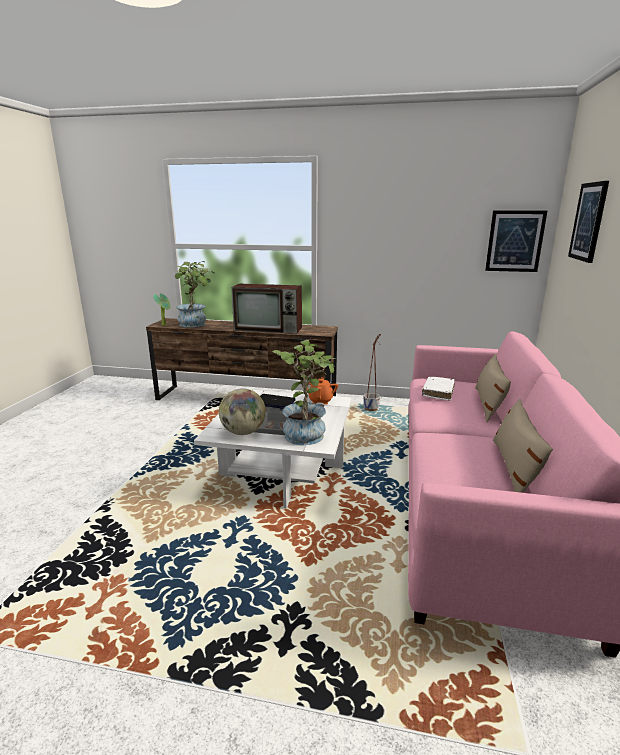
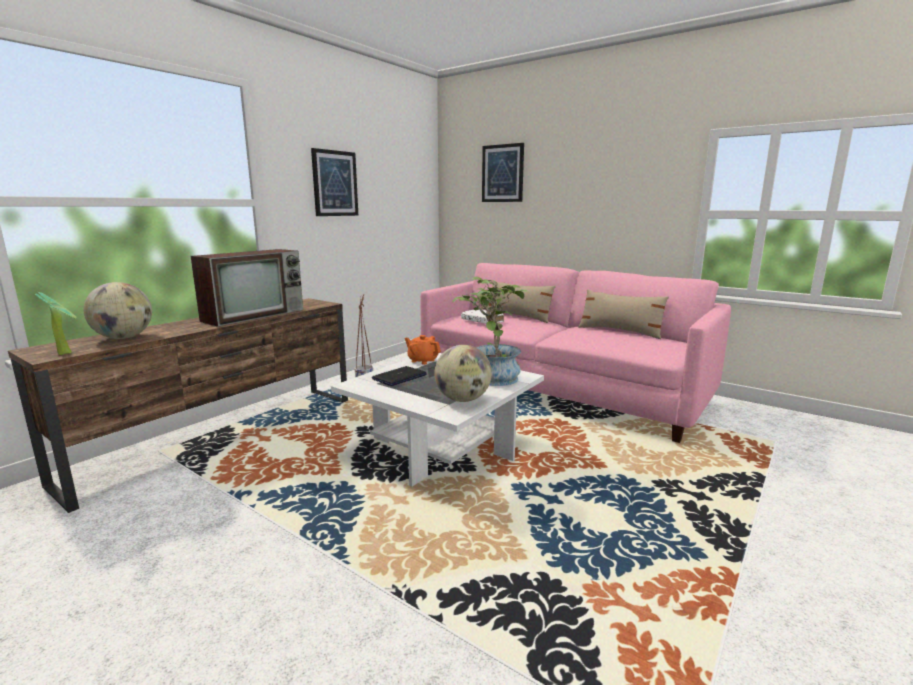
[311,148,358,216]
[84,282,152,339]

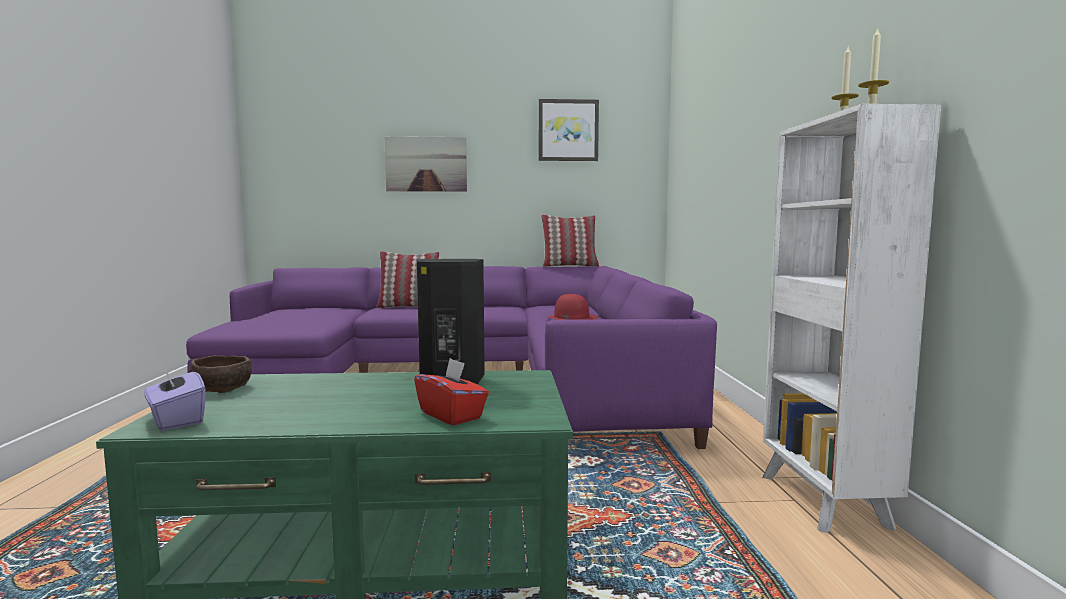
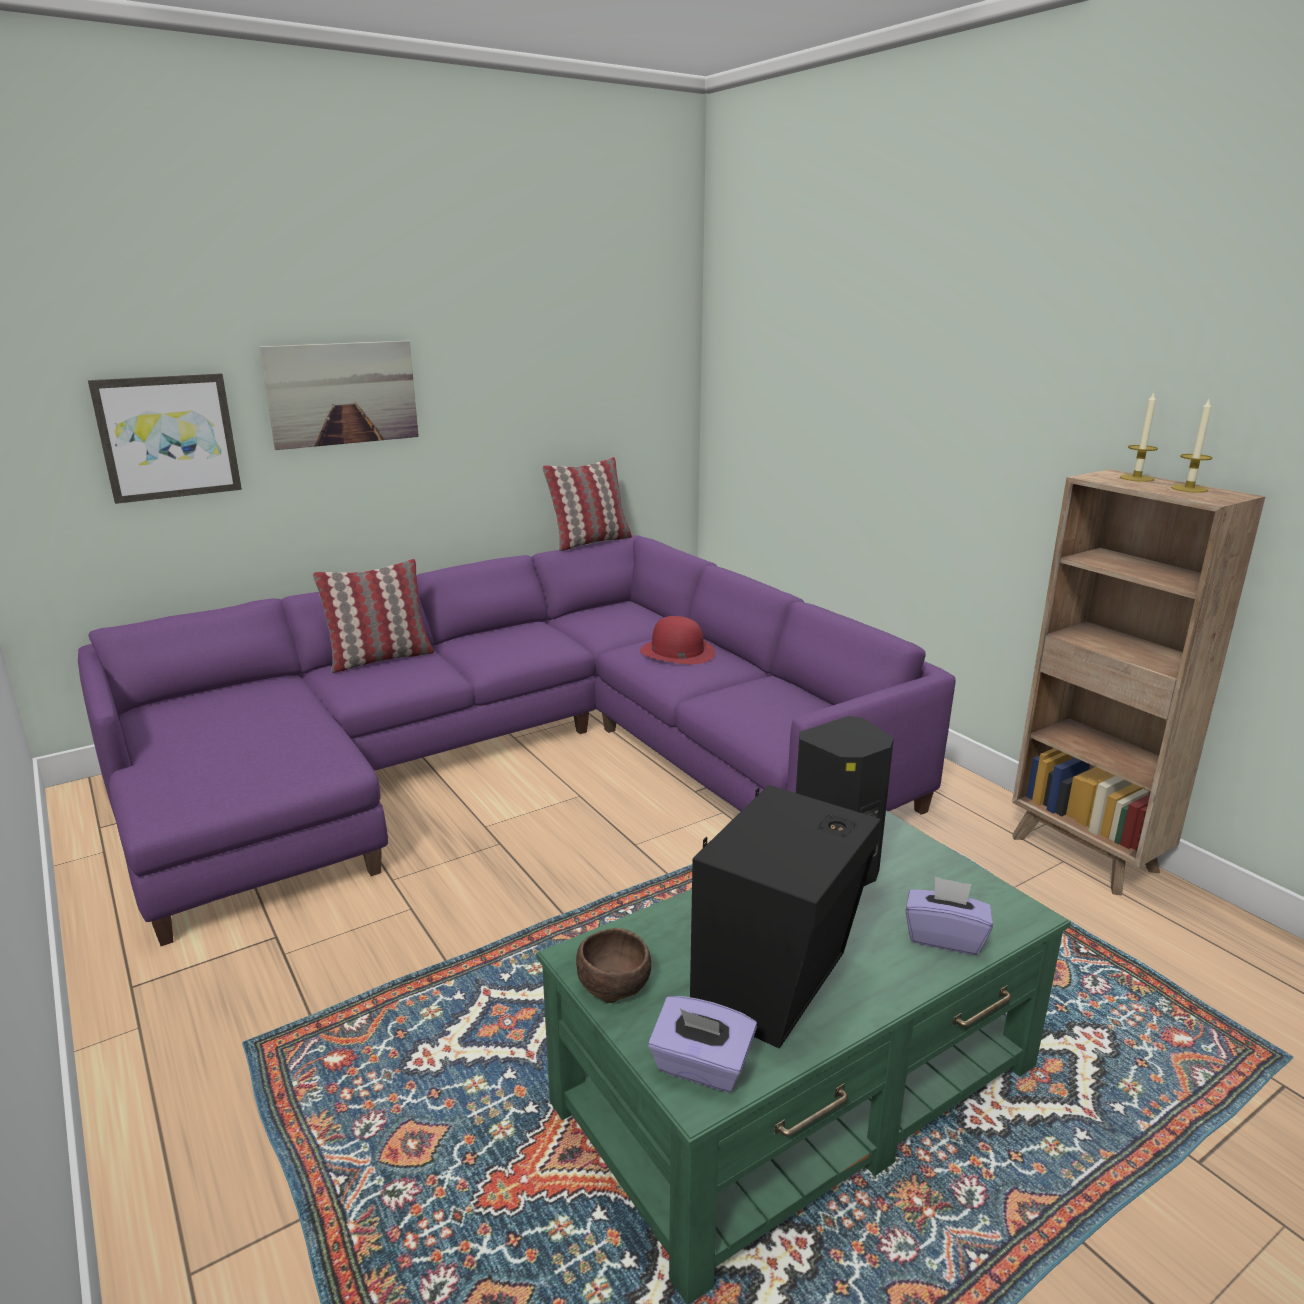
[690,785,881,1048]
[88,373,242,504]
[906,876,993,955]
[1012,469,1265,895]

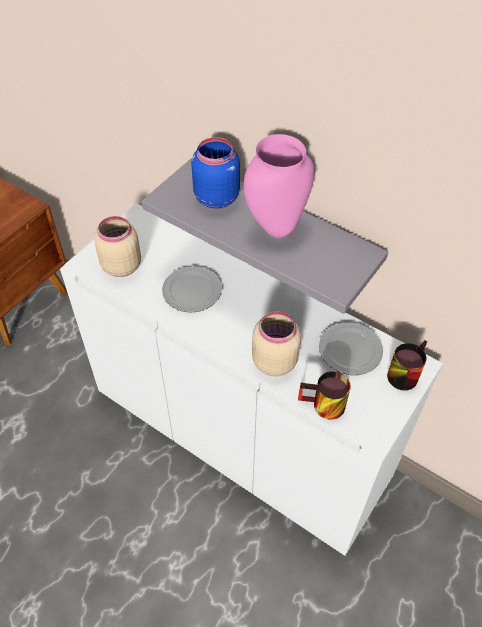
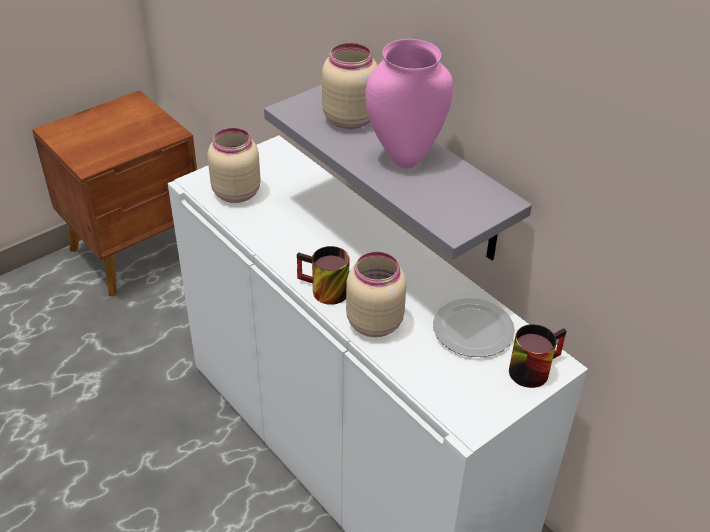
[162,266,222,312] (first image)
[297,246,349,305]
[322,43,377,129]

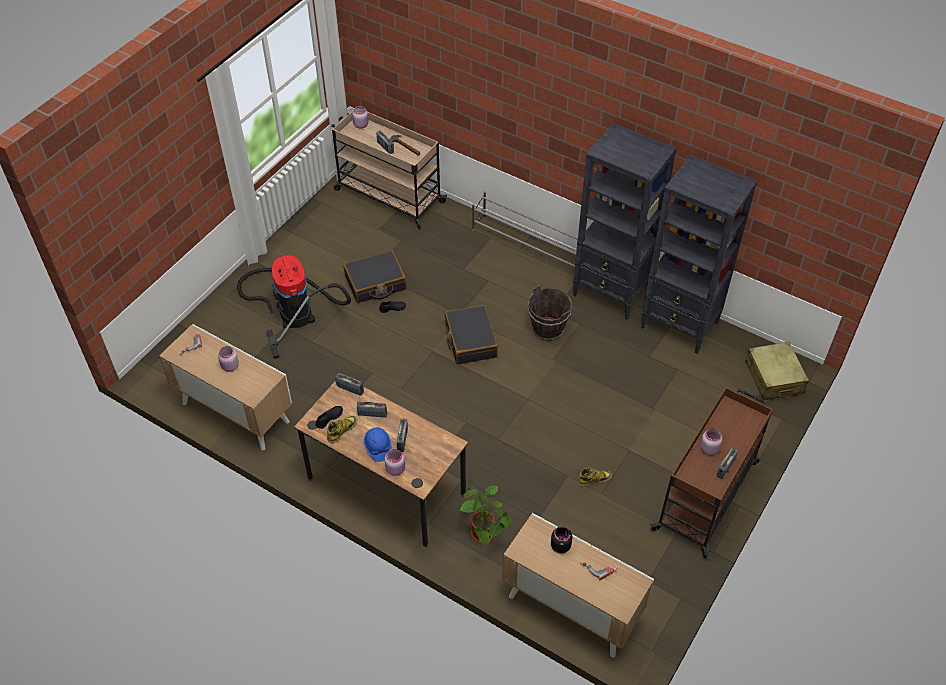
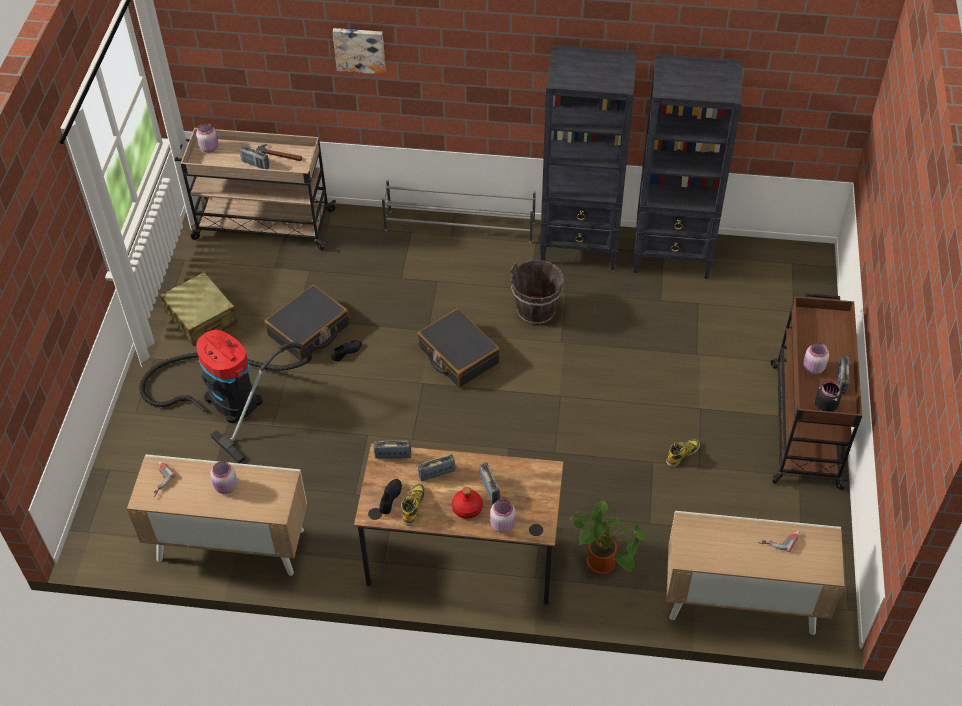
[332,28,386,75]
[815,381,842,412]
[160,272,238,346]
[452,487,483,519]

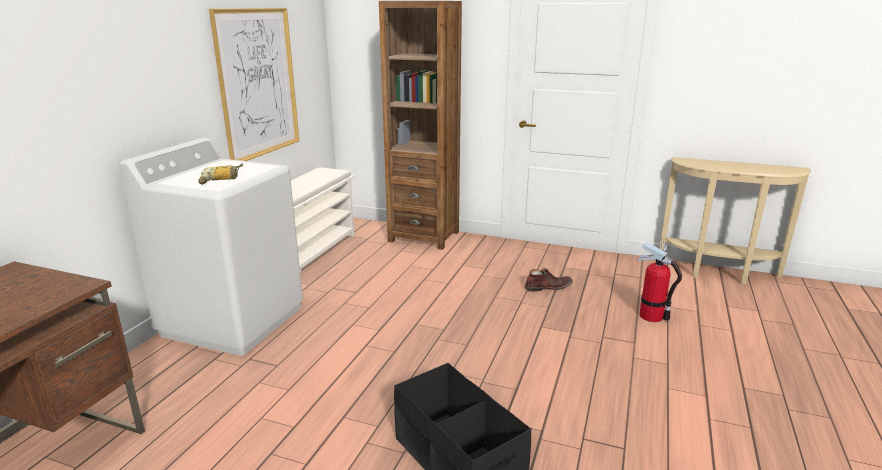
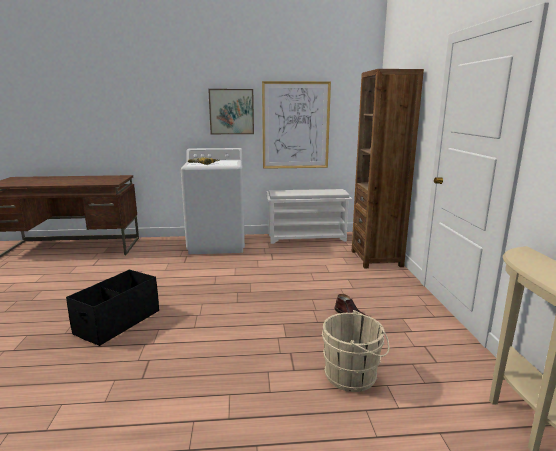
[208,89,254,134]
[321,310,389,392]

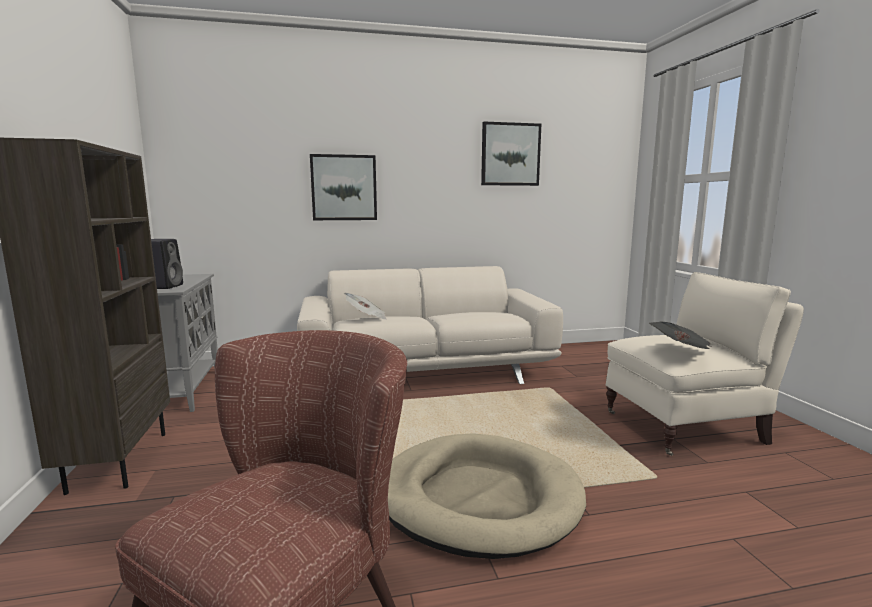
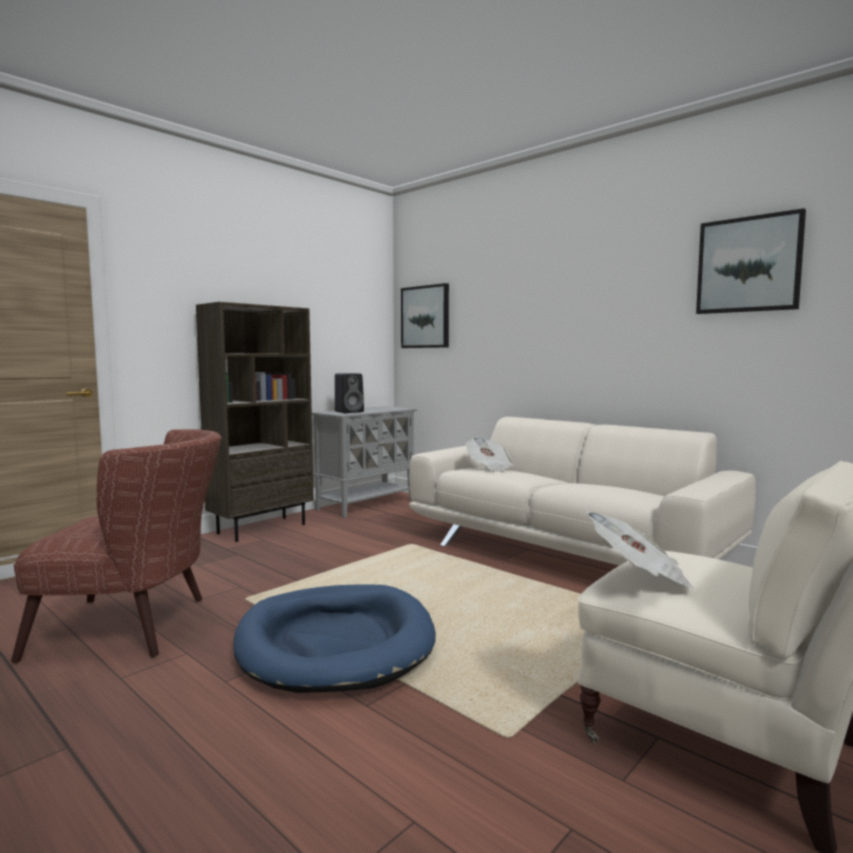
[401,283,449,348]
[233,584,436,693]

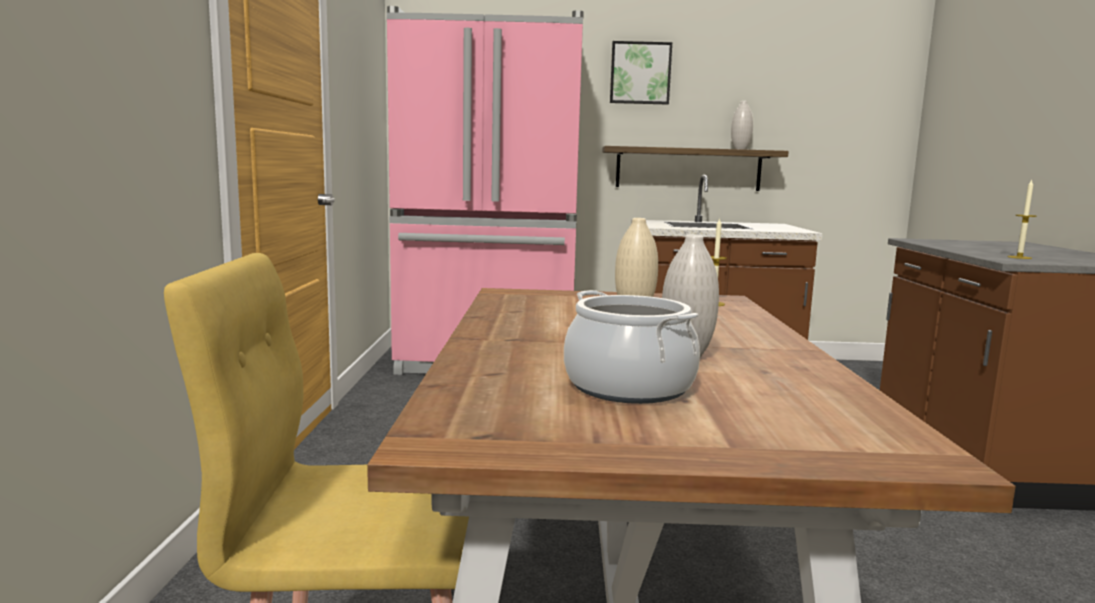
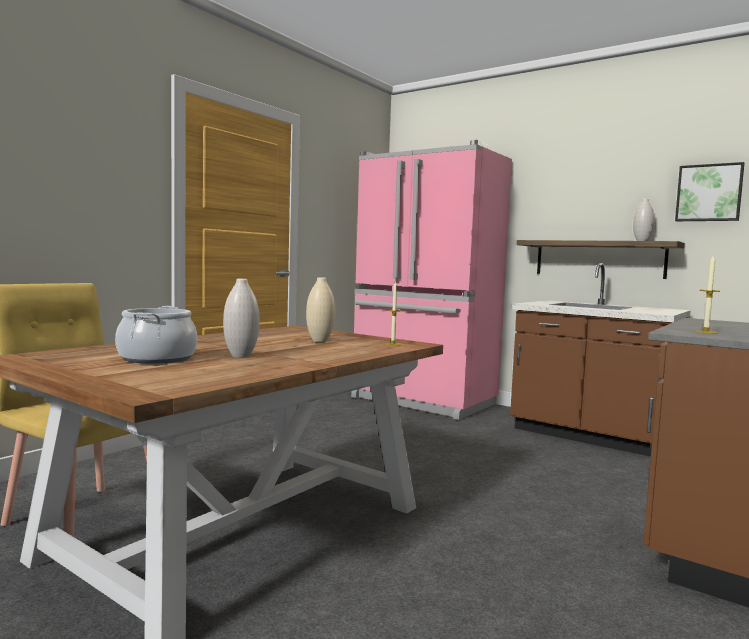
[675,162,745,221]

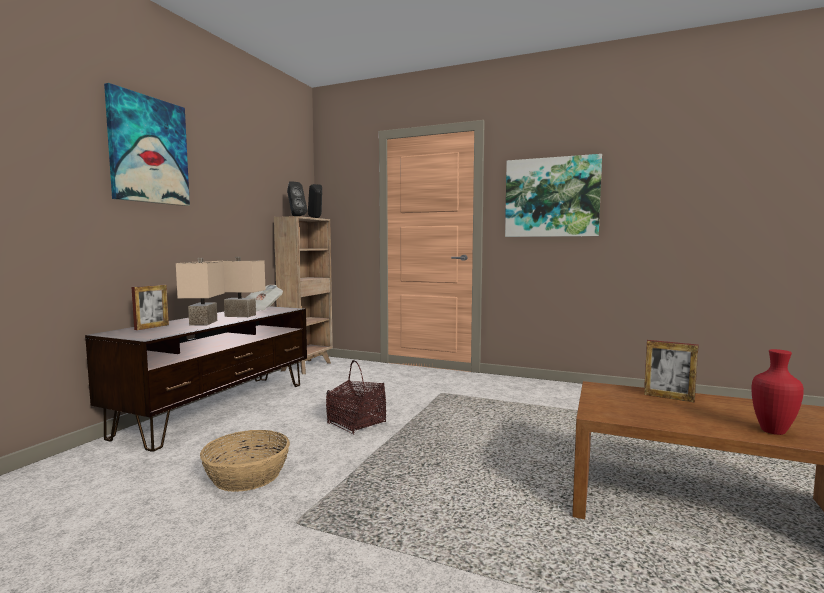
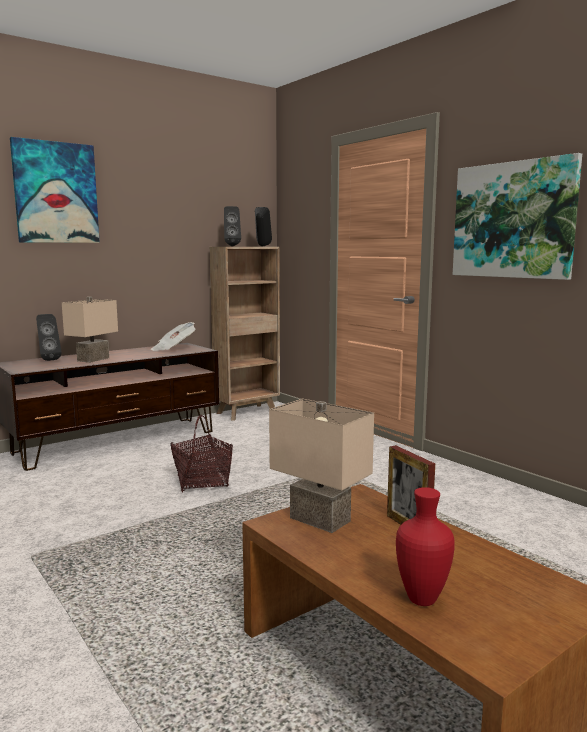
[200,430,290,492] (first image)
[269,399,374,533]
[36,314,62,361]

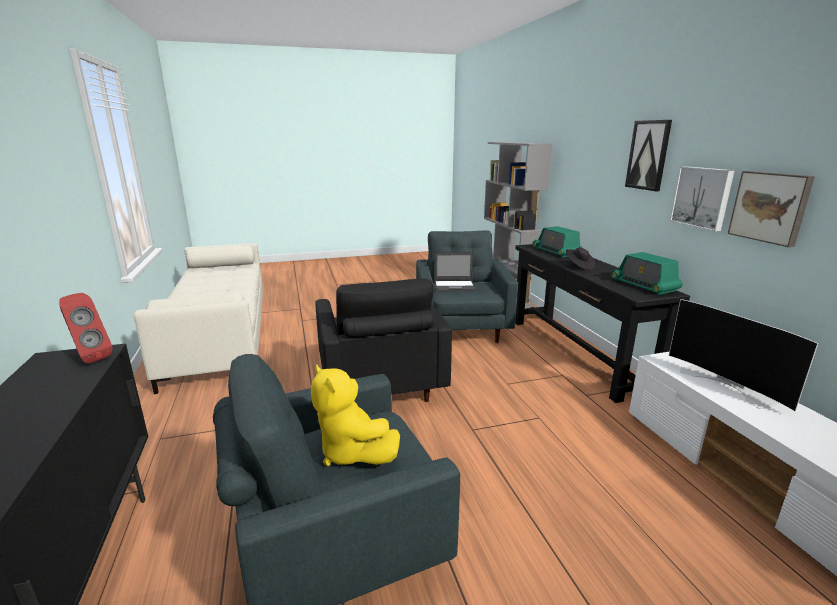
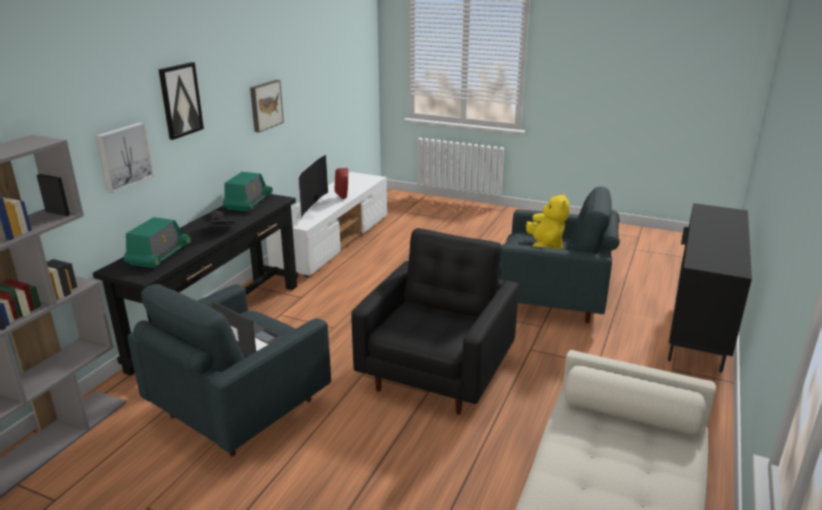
[334,168,348,199]
[95,122,154,193]

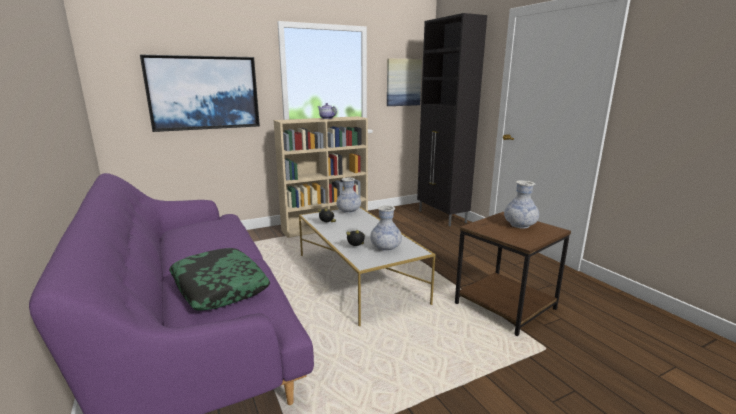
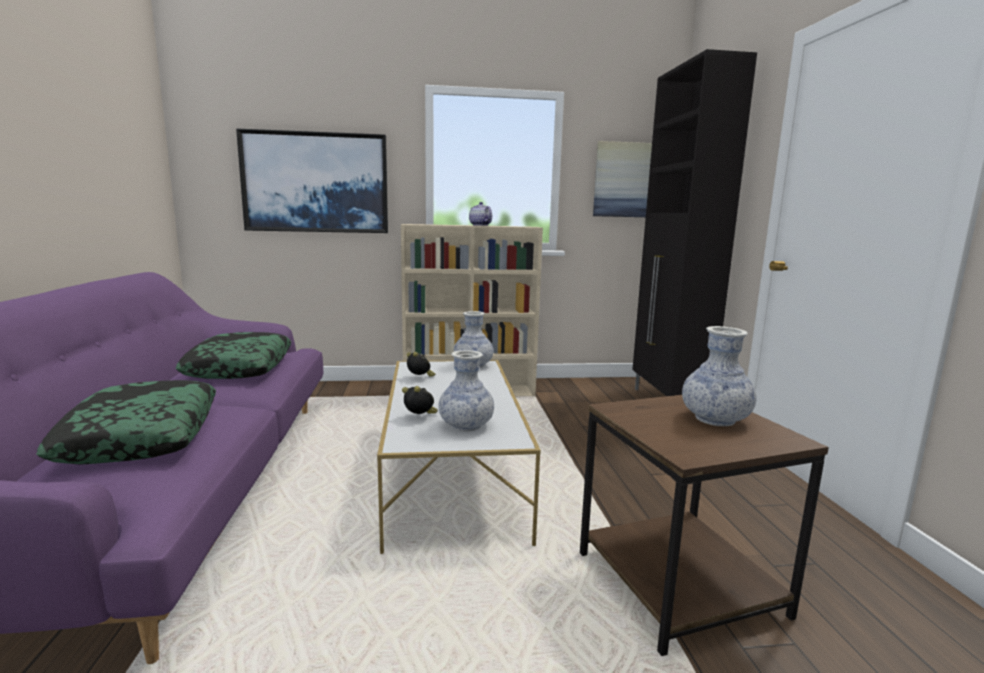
[176,332,291,379]

